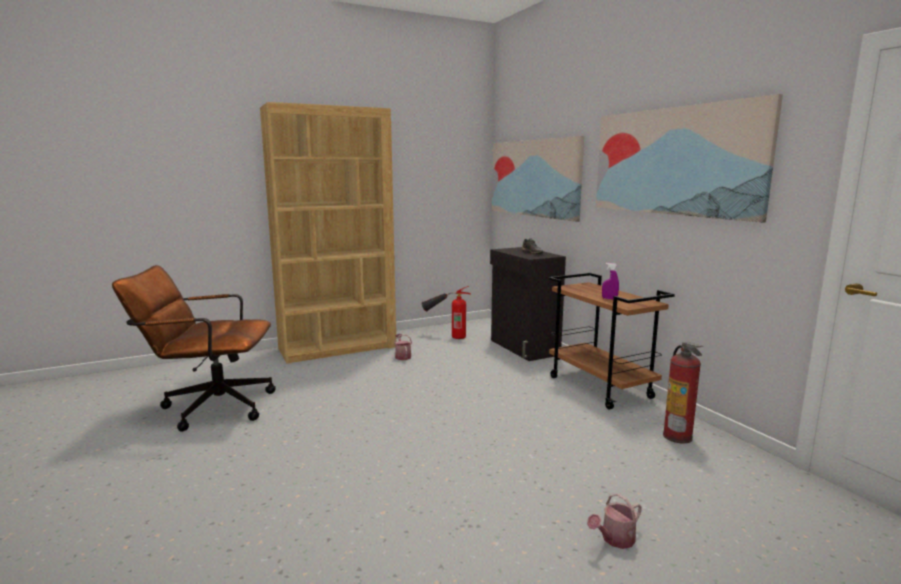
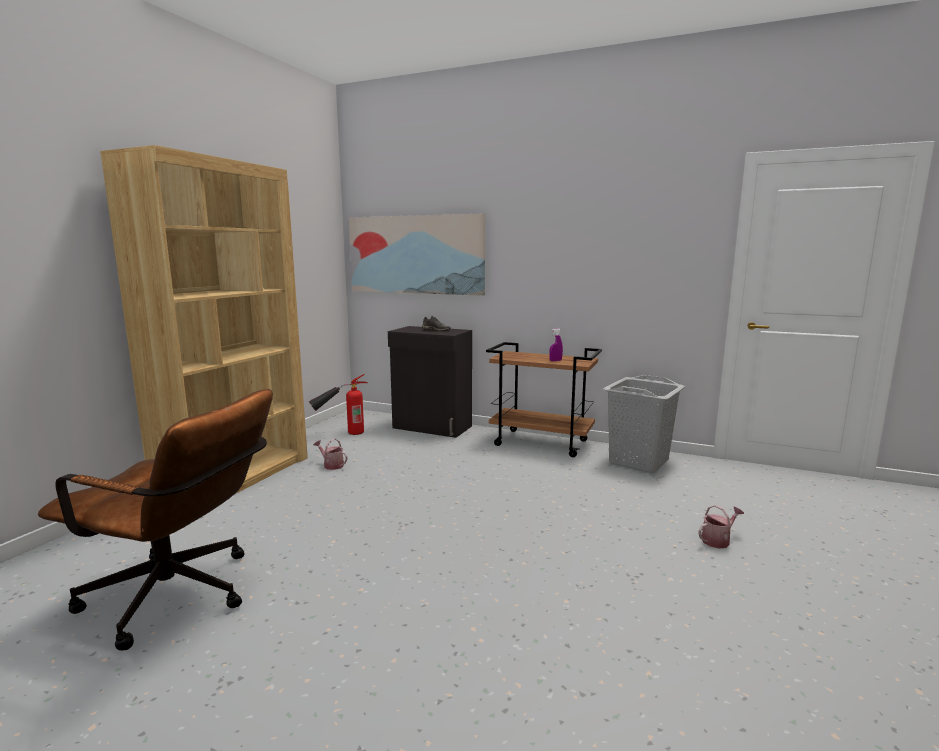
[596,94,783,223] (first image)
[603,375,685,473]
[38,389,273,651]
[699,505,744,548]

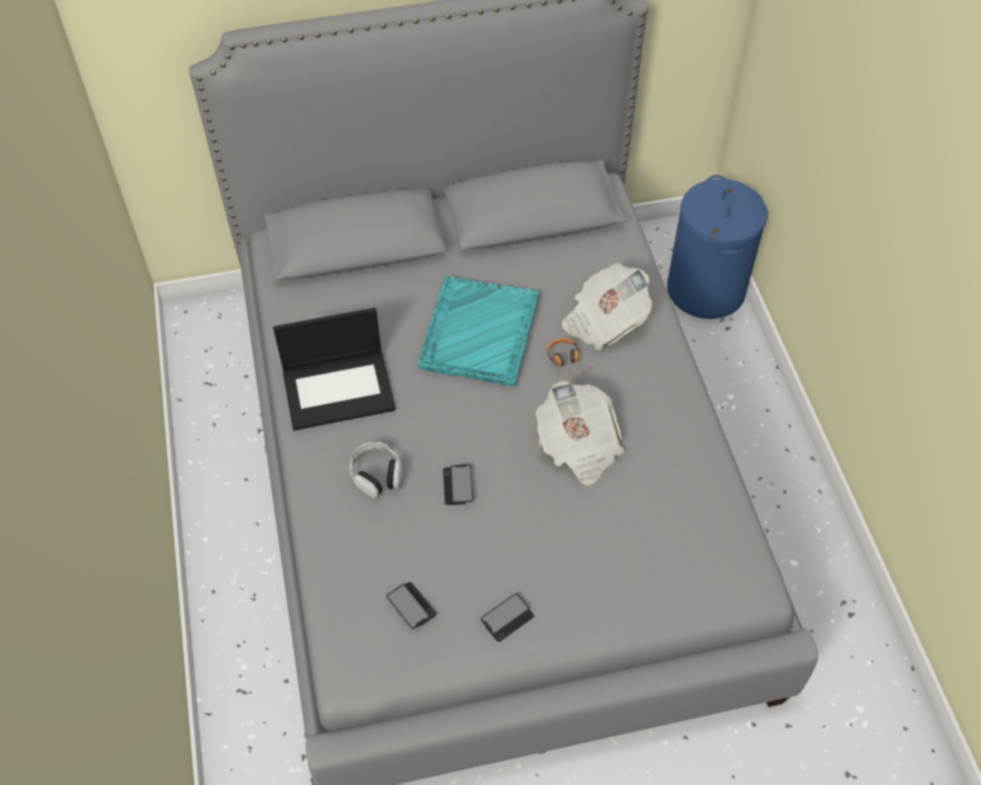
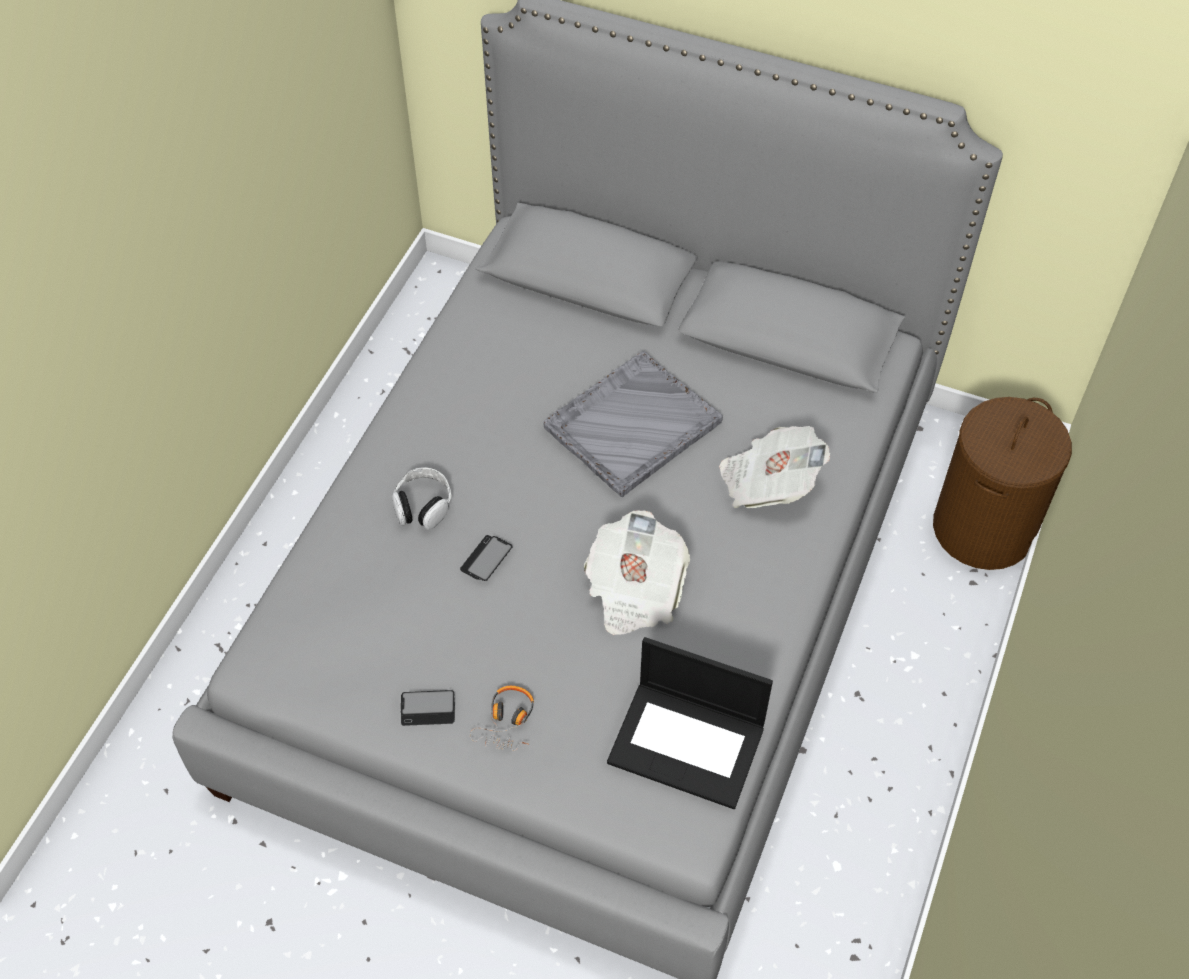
[386,582,436,629] (first image)
[607,637,773,809]
[470,686,534,751]
[544,351,723,498]
[933,397,1072,570]

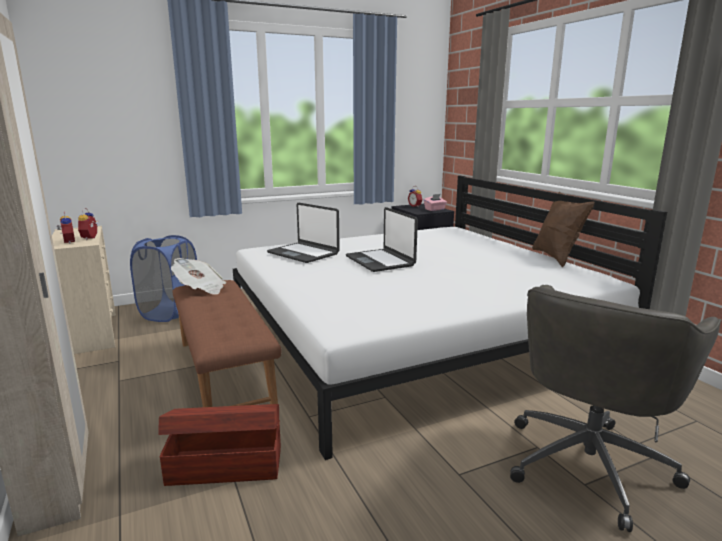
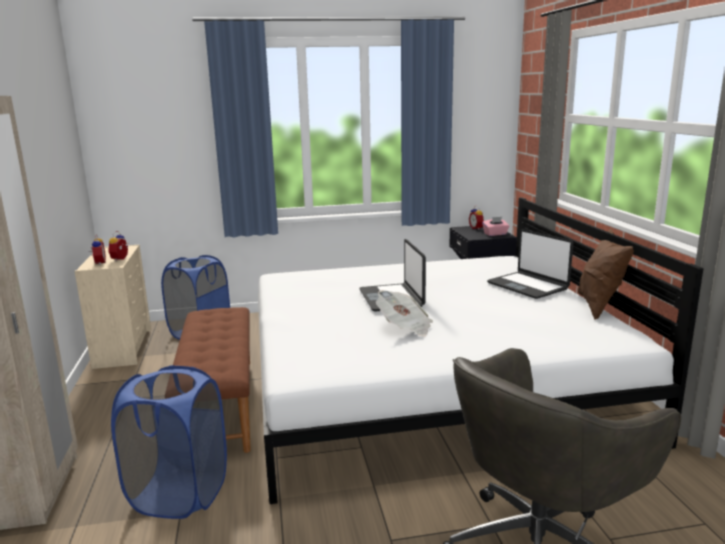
[376,290,433,336]
[487,229,573,299]
[111,365,227,519]

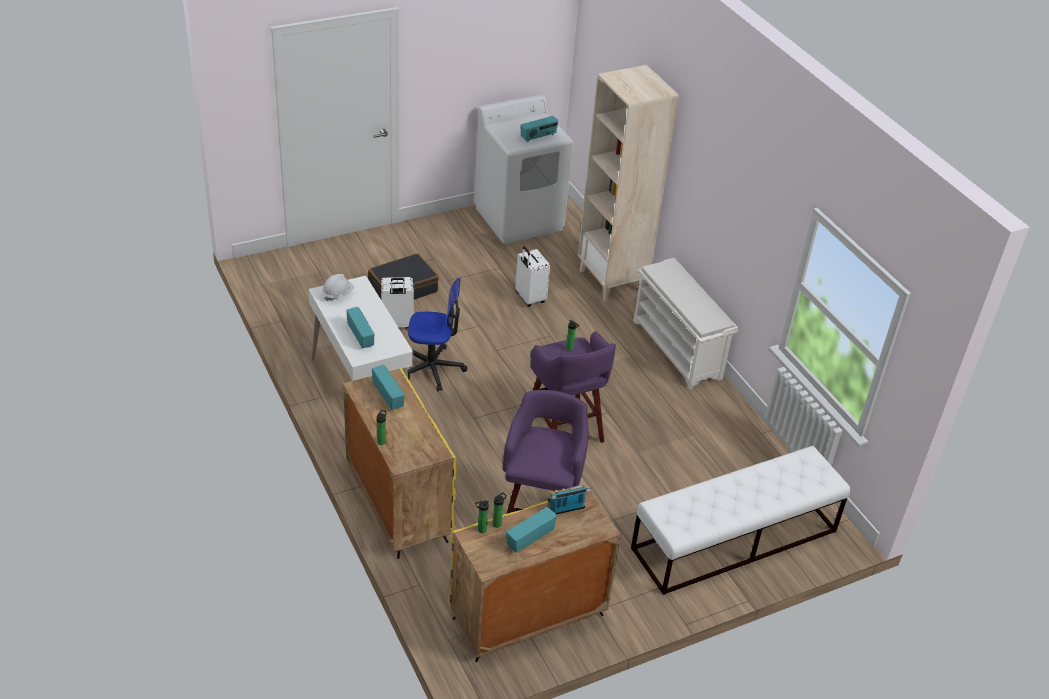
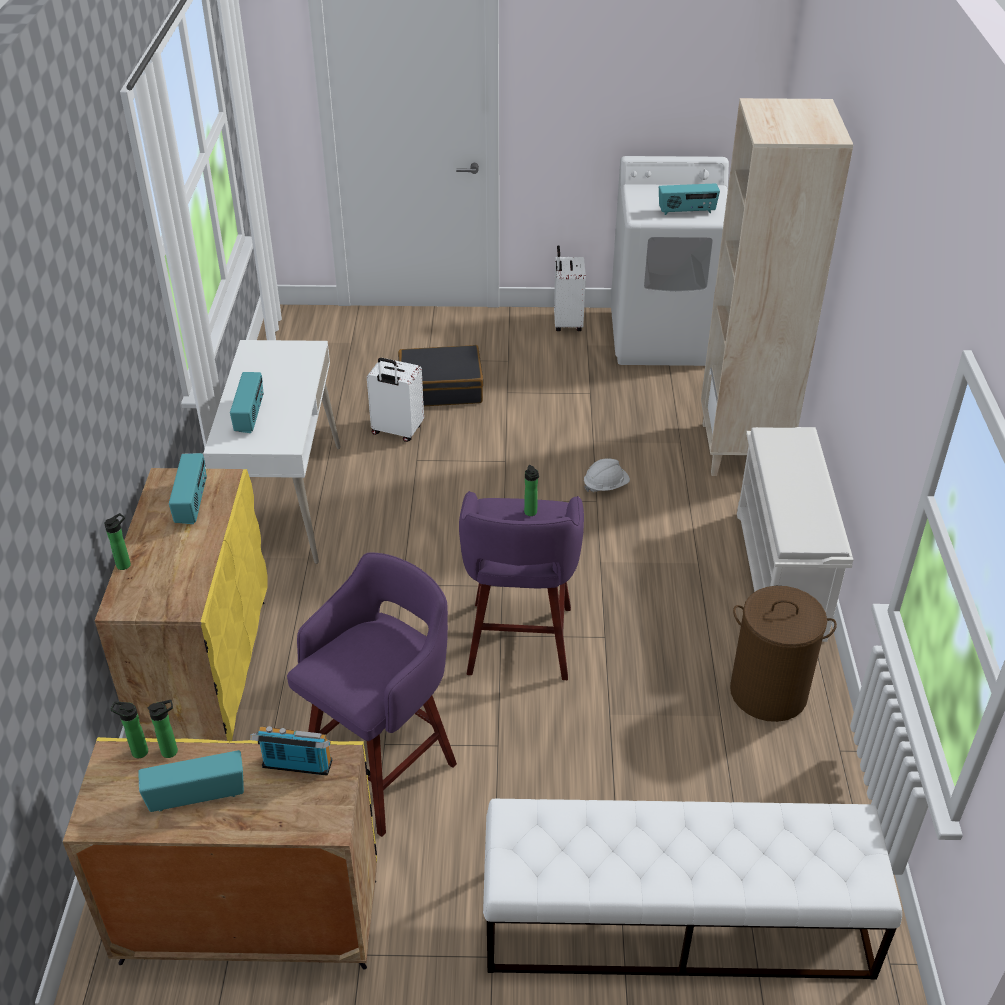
[407,278,467,391] (first image)
[730,586,837,722]
[584,459,630,492]
[554,245,586,331]

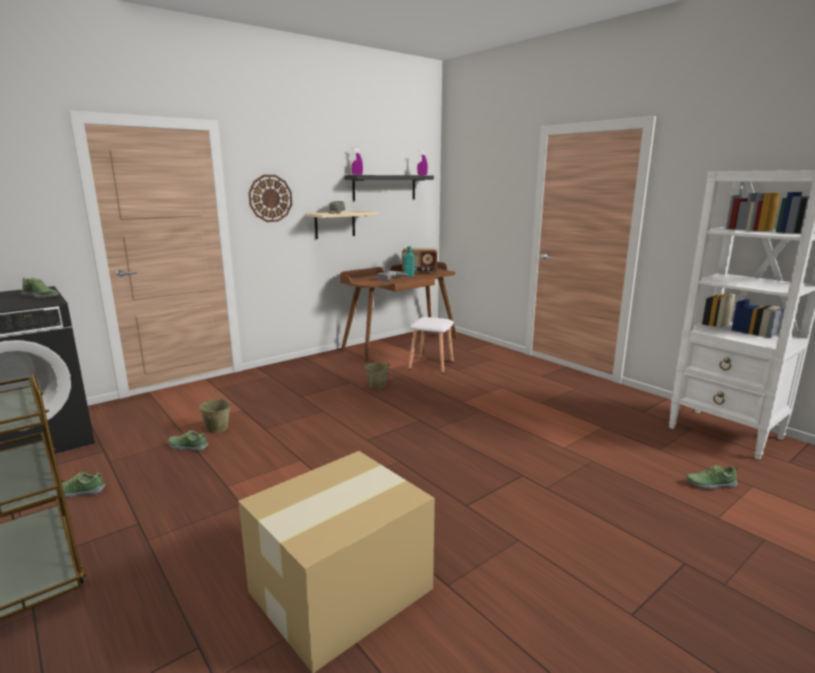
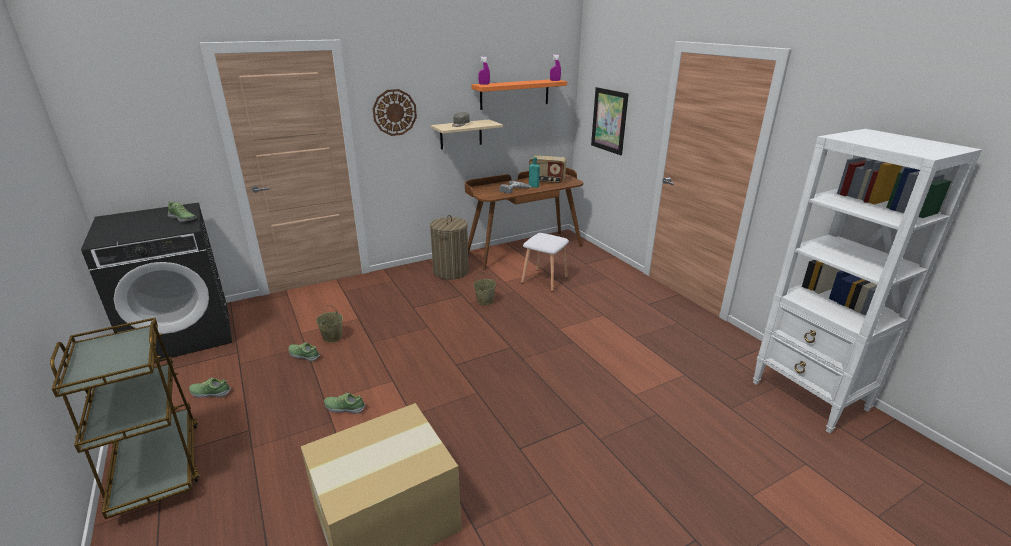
[430,215,469,280]
[591,87,629,155]
[324,392,365,414]
[471,79,567,110]

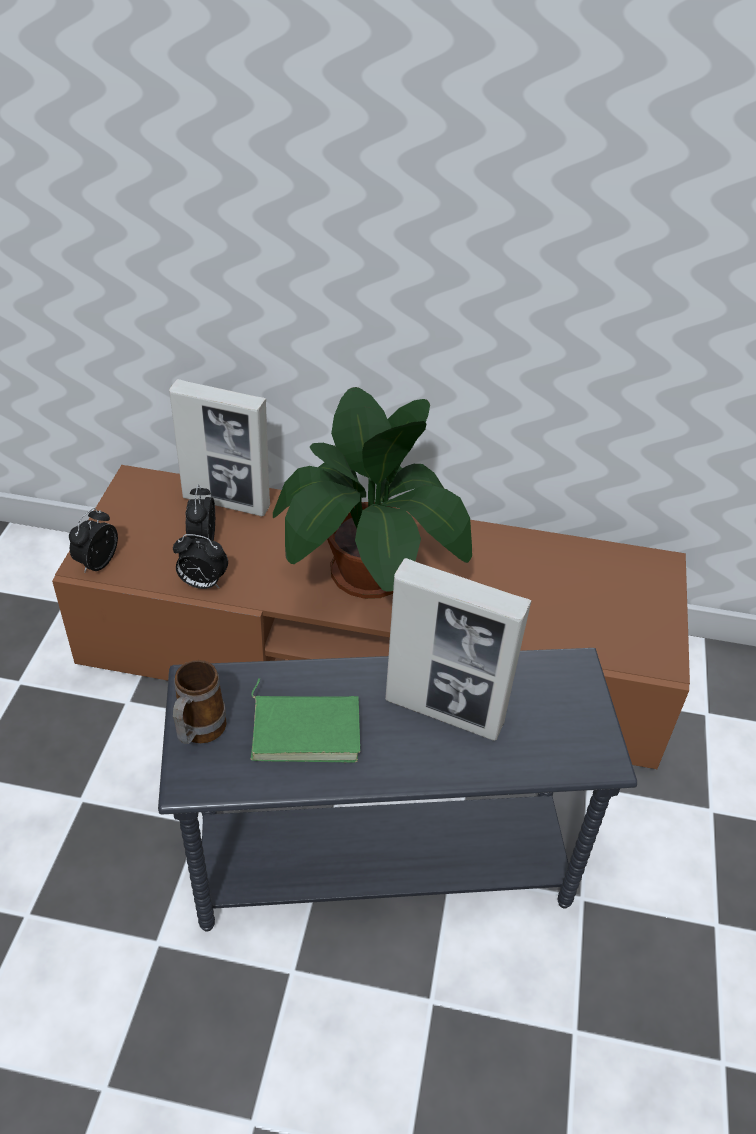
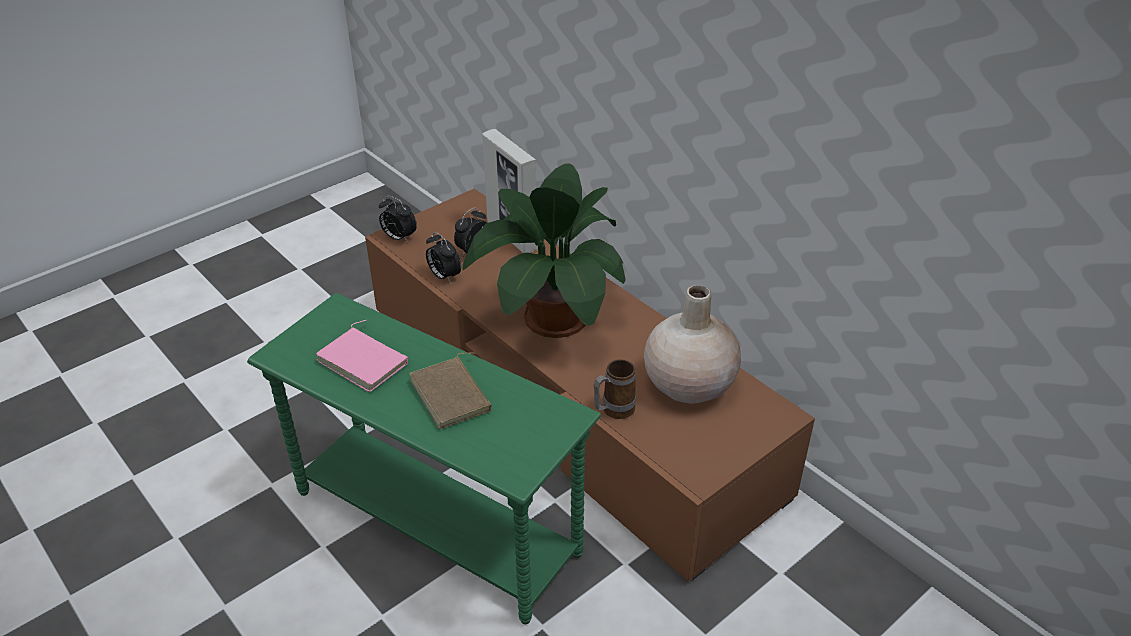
[644,285,741,404]
[594,359,636,419]
[409,353,491,429]
[247,293,601,625]
[316,320,408,392]
[379,196,417,242]

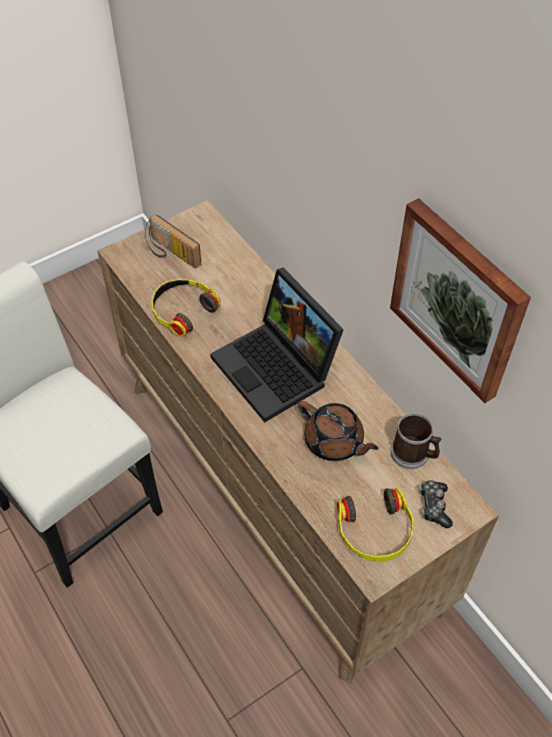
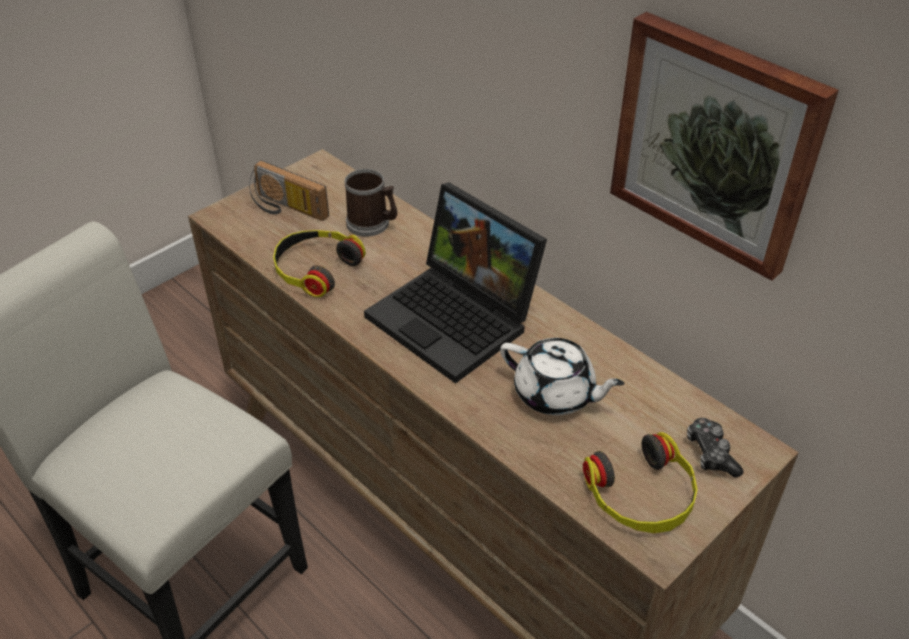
[345,169,397,237]
[500,338,625,415]

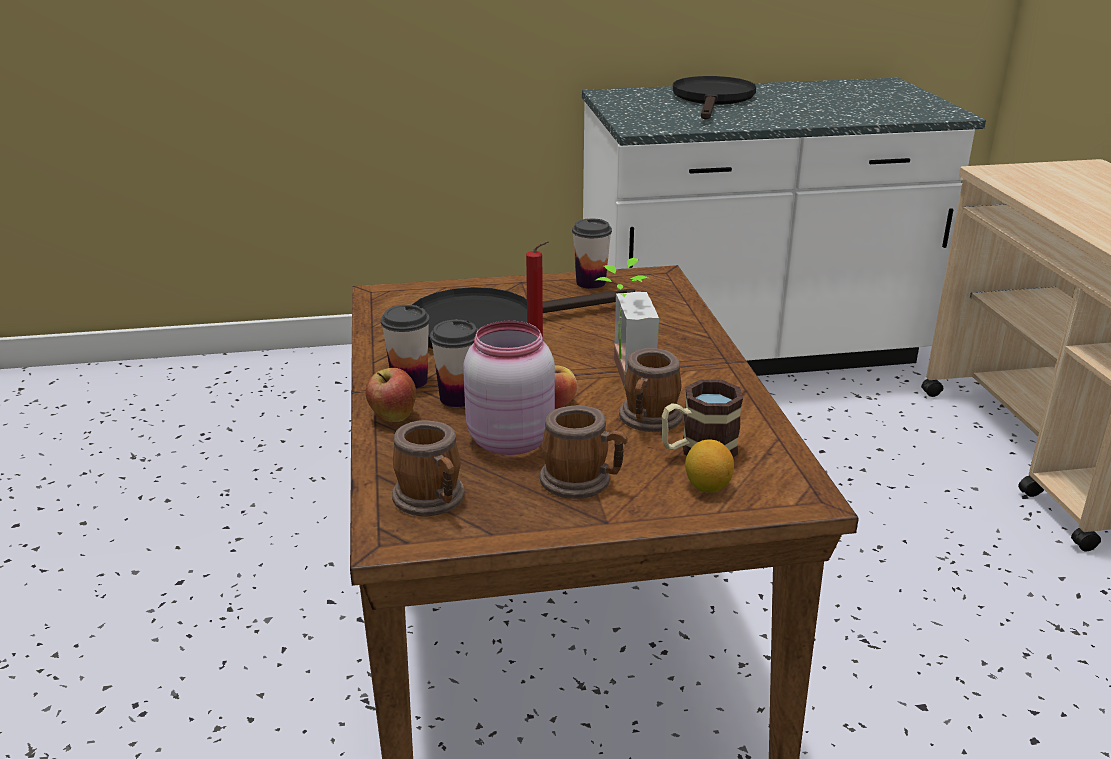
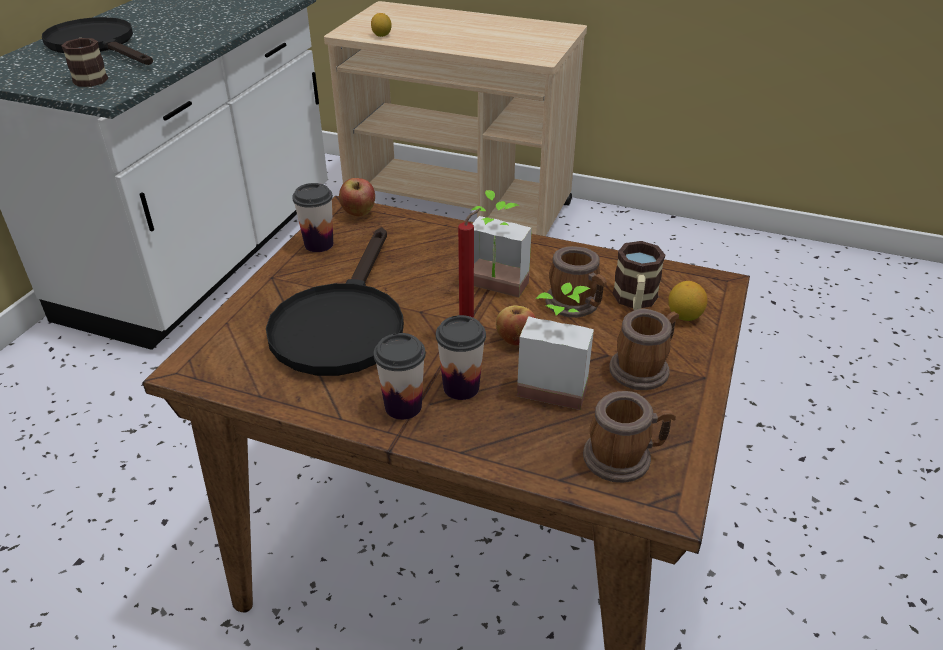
[61,38,108,87]
[371,13,392,37]
[339,178,375,217]
[517,283,594,410]

